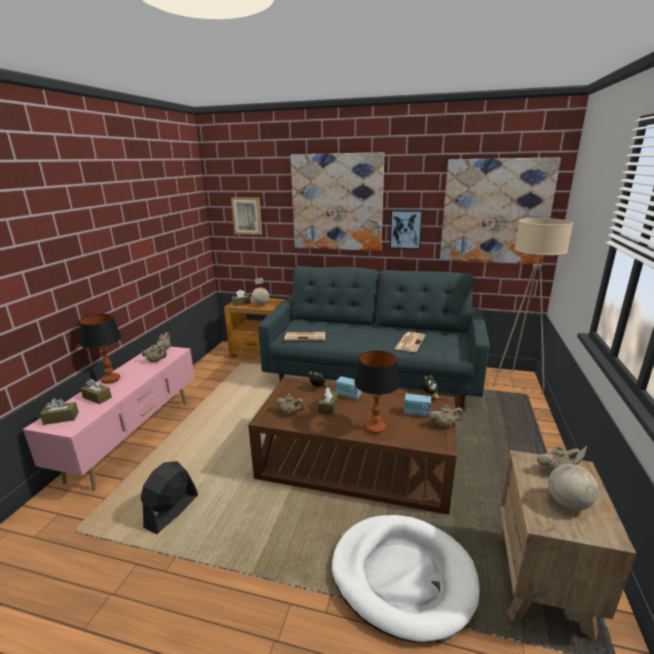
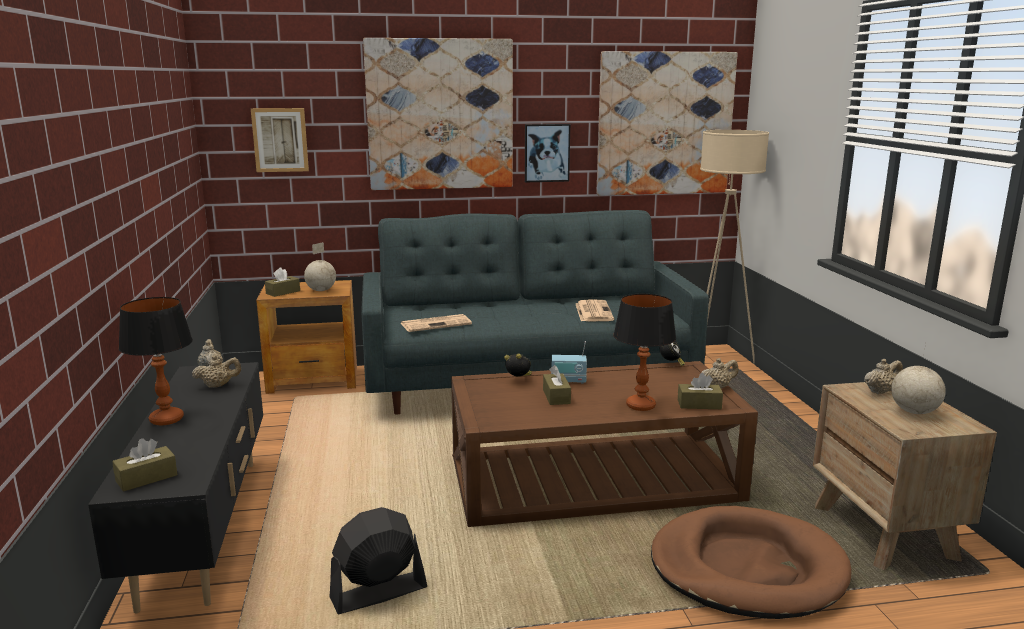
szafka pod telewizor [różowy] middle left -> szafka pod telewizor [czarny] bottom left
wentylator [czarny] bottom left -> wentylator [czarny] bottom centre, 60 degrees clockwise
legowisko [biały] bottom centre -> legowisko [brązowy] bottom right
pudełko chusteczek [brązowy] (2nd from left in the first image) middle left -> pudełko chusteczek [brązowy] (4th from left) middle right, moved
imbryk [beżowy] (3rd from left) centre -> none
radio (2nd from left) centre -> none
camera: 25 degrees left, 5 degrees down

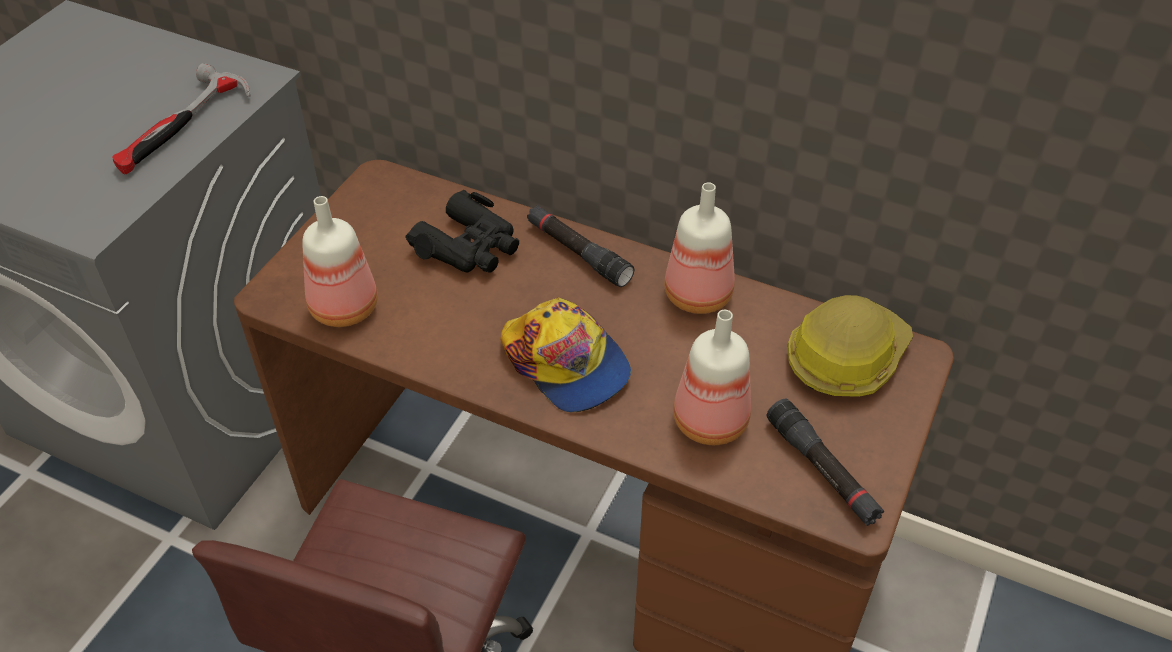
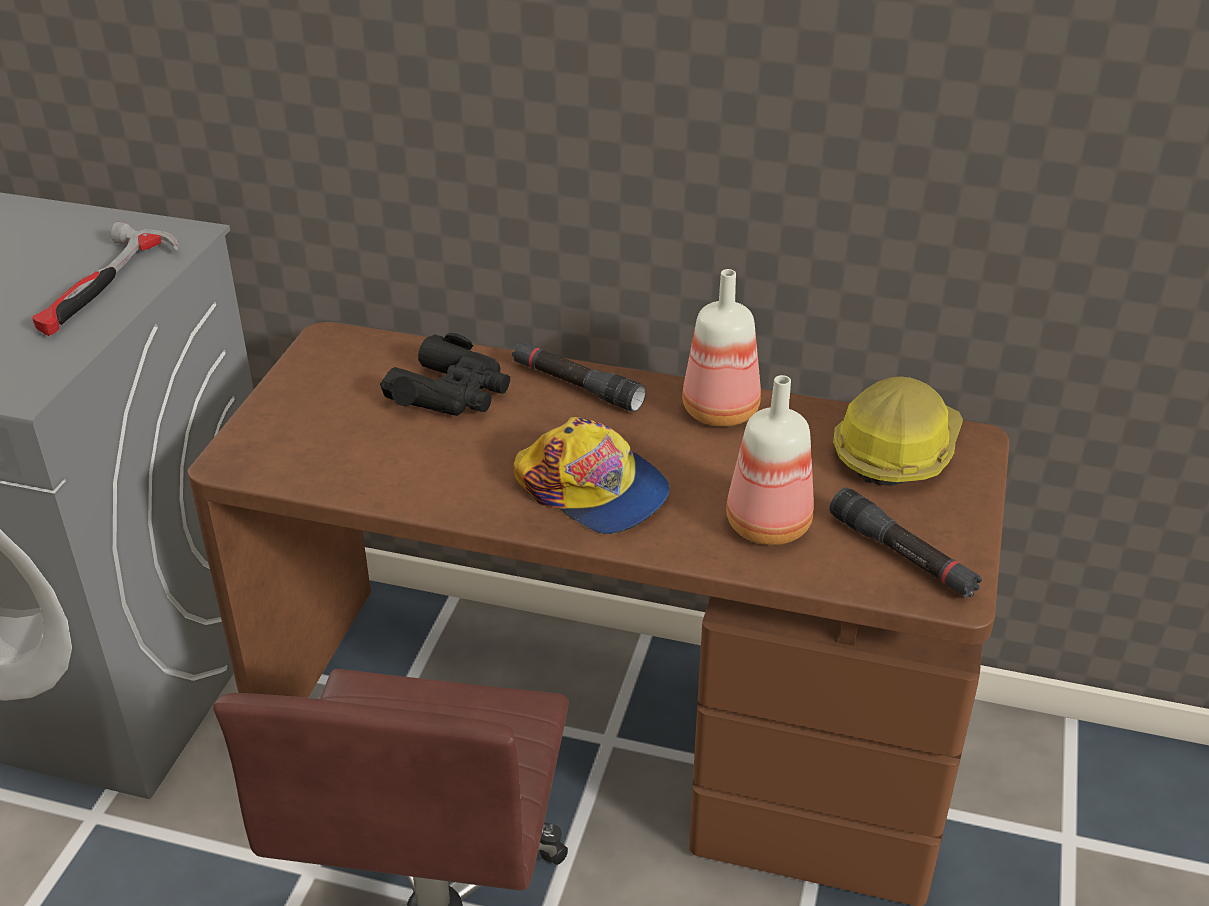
butelka (1st from left) middle left -> none
camera: 10 degrees left, 10 degrees down

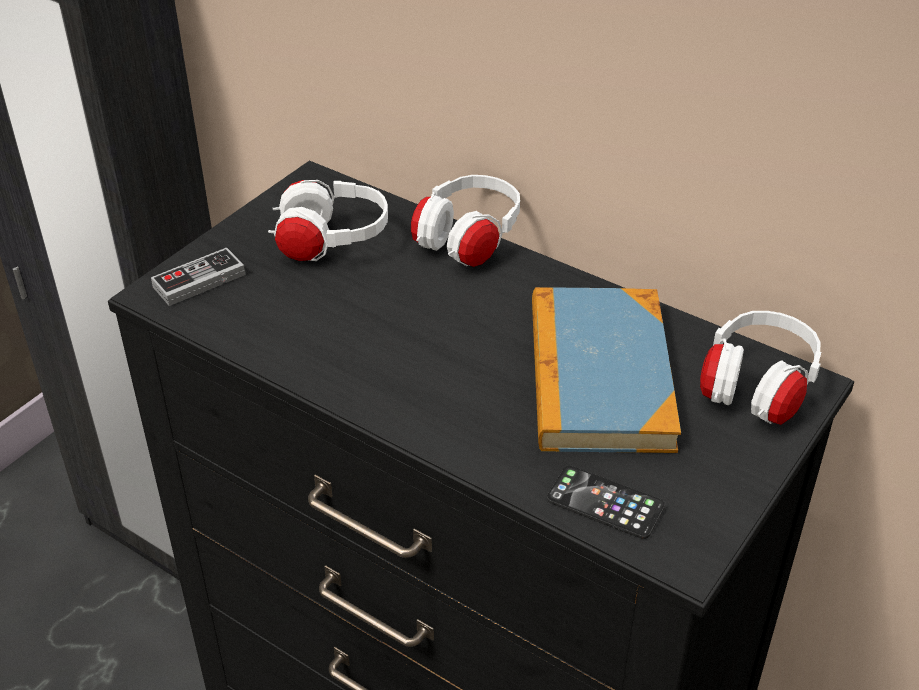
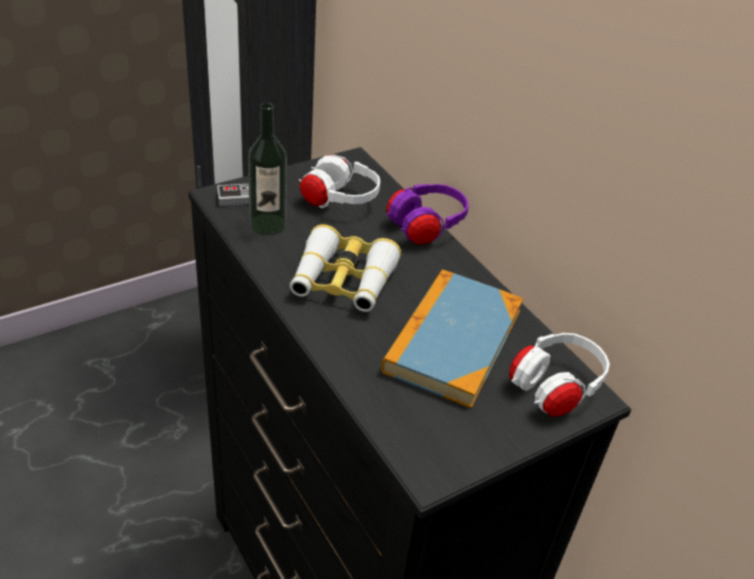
none -> butelka top centre
none -> lornetka centre
słuchawki [biały] (2nd from left) top centre -> słuchawki [fioletowy] centre
telefon bottom centre -> none
camera: 20 degrees right, 0 degrees up

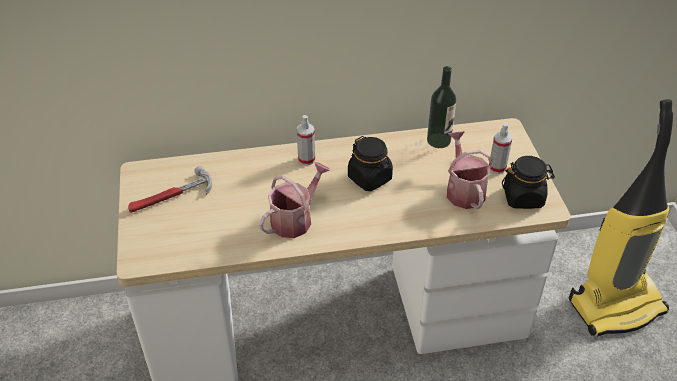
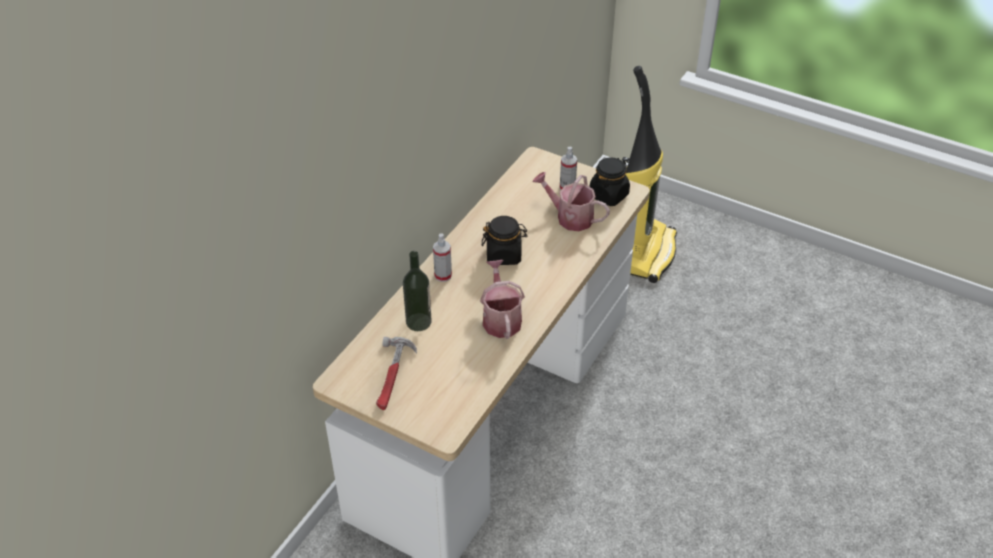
butelka top centre -> butelka centre, moved
camera: 50 degrees left, 0 degrees up

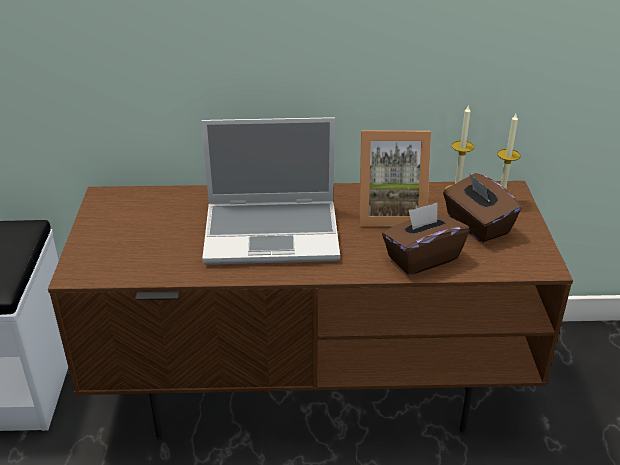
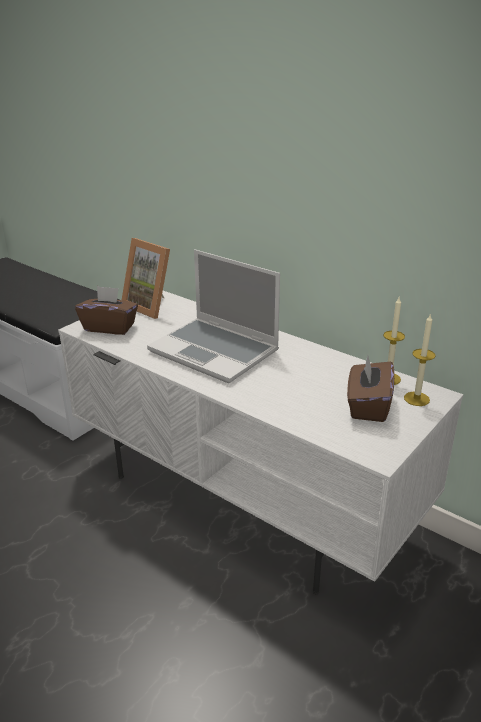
szafka pod telewizor [brązowy] bottom centre -> szafka pod telewizor [biały] centre
pudełko chusteczek [brązowy] (1st from left) middle right -> pudełko chusteczek [brązowy] (1st from left) middle left, moved
ramka na zdjęcie centre -> ramka na zdjęcie middle left, moved
camera: 40 degrees right, 5 degrees down

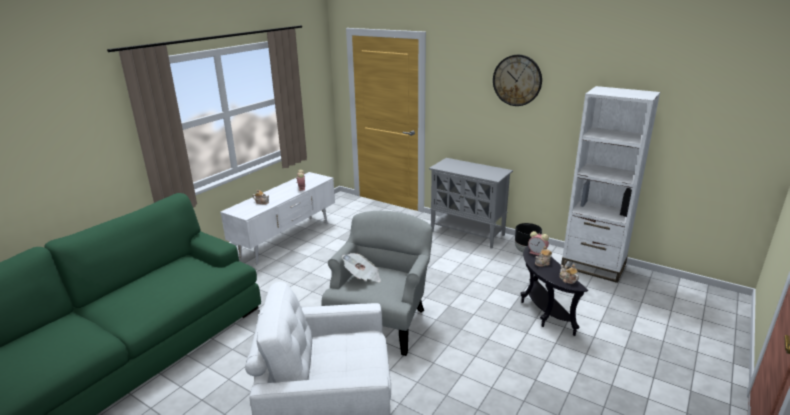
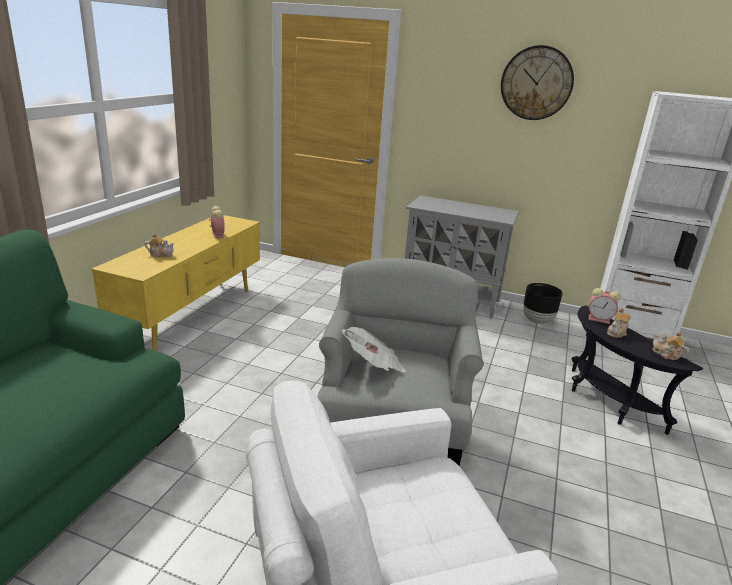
szafka pod telewizor [biały] centre -> szafka pod telewizor [żółty] middle left
camera: 15 degrees left, 0 degrees up

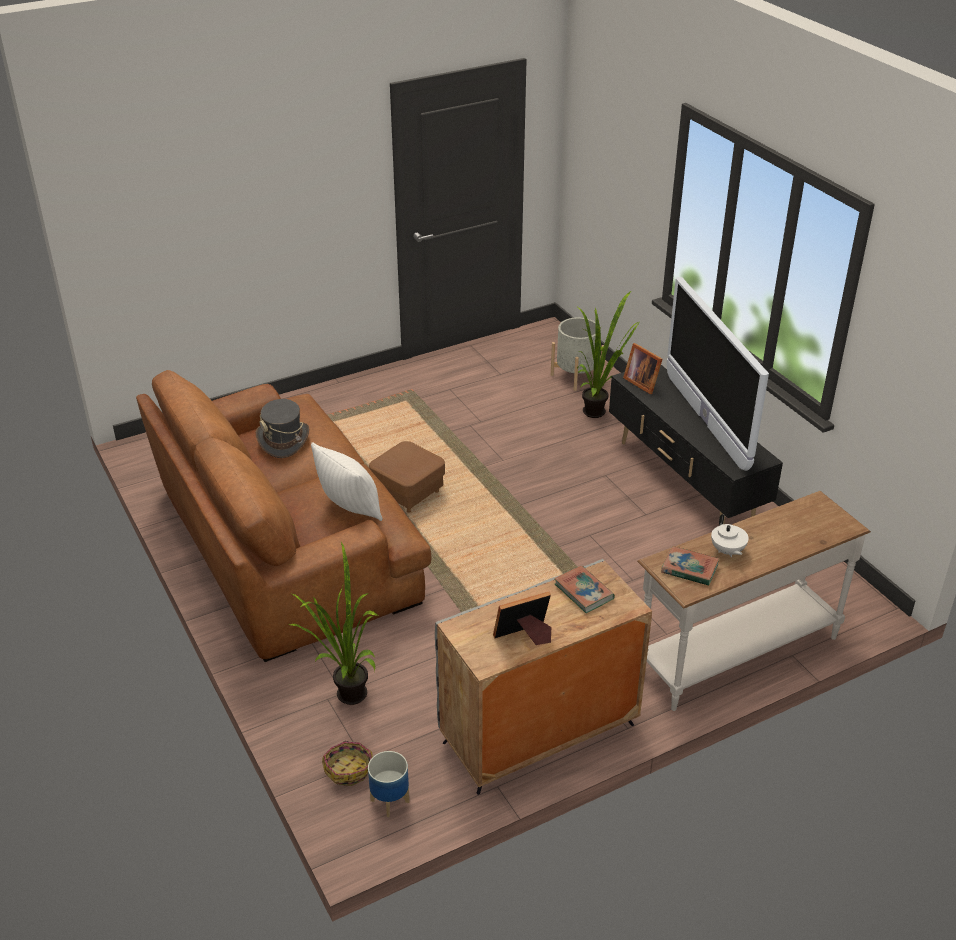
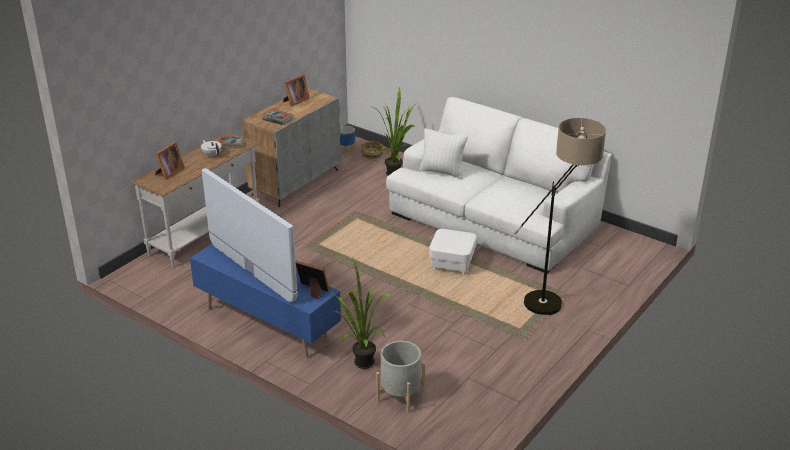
none -> ramka na zdjęcie (1st from left) middle left
szafka pod telewizor [czarny] middle right -> szafka pod telewizor [niebieski] bottom centre
kanapa [brązowy] middle left -> kanapa [biały] centre
pufa [brązowy] centre -> pufa [biały] centre
none -> lampa stojąca middle right
kapelusz [szary] middle left -> none
camera: 155 degrees right, 5 degrees down

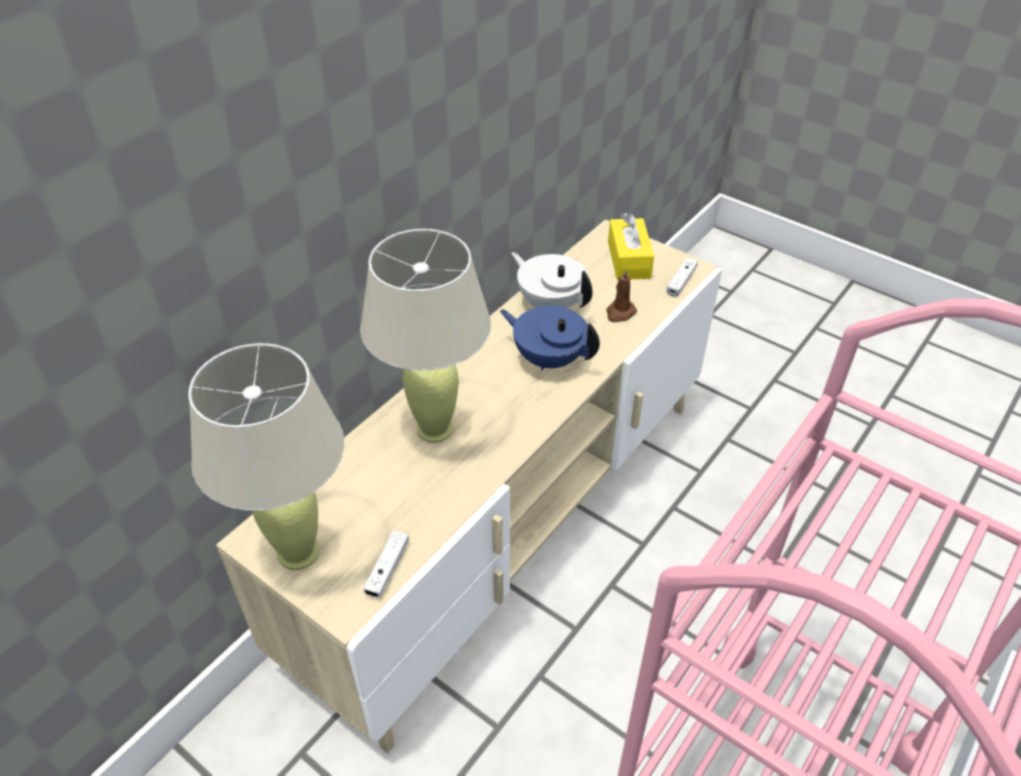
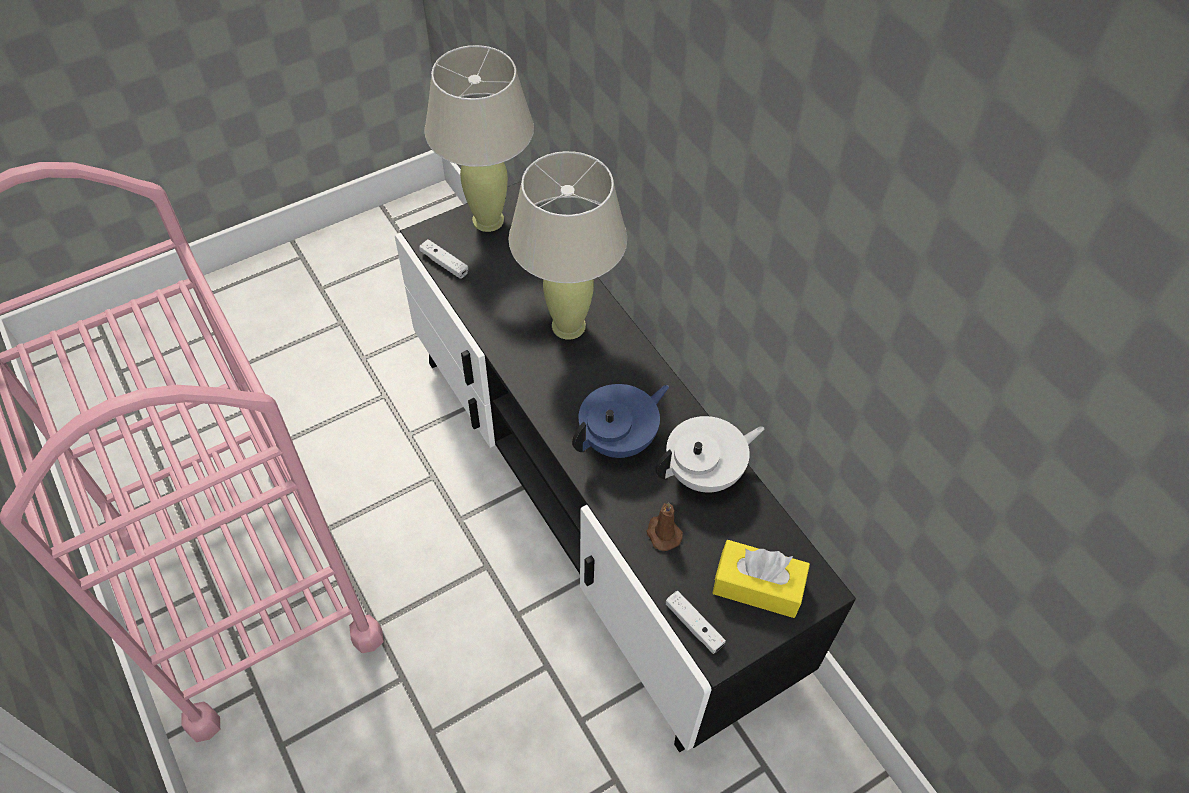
szafka pod telewizor [beżowy] centre -> szafka pod telewizor [czarny] centre
camera: 110 degrees right, 10 degrees up

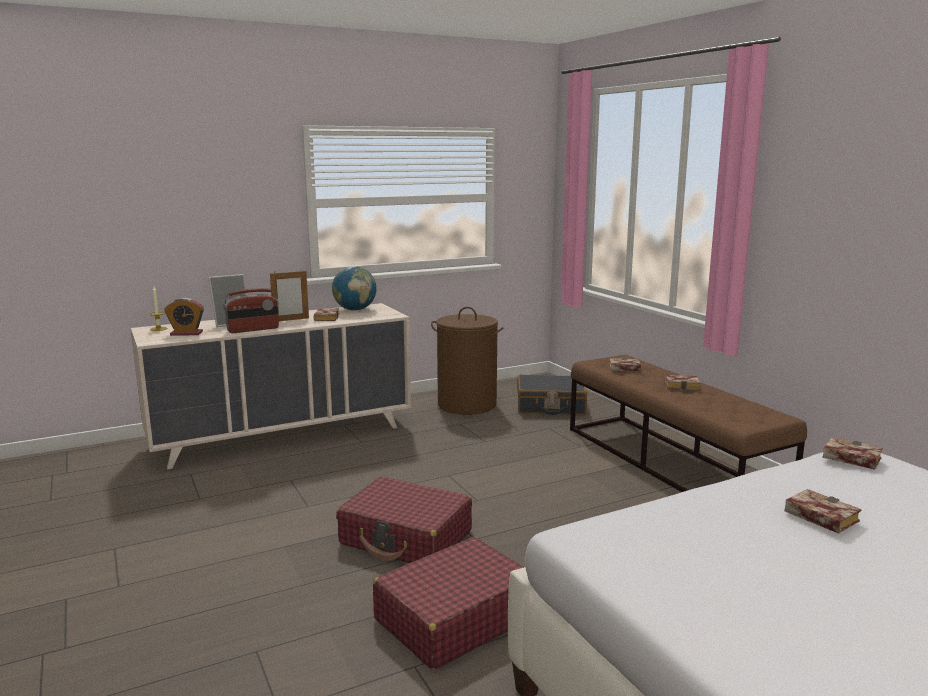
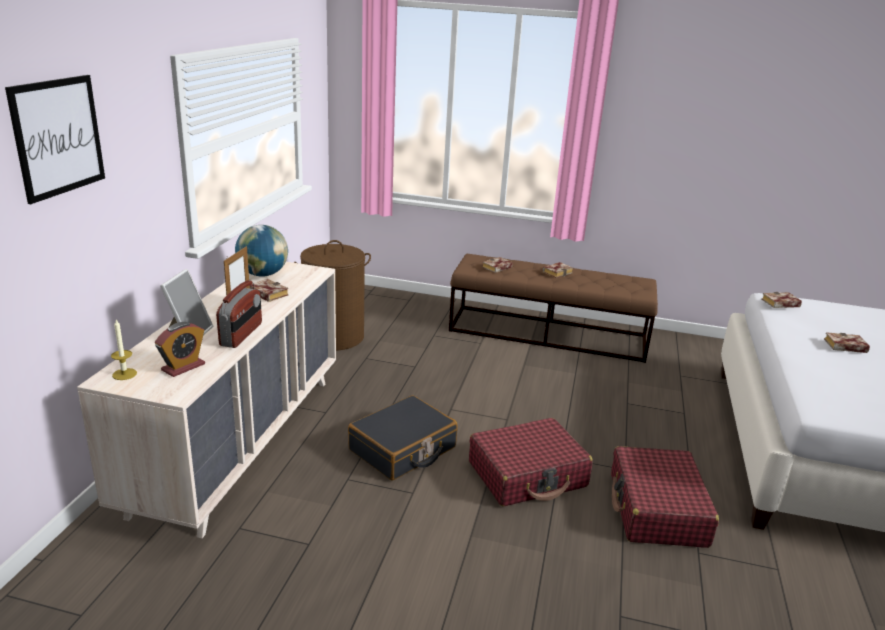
none -> obraz top left
walizka [czarny] centre -> walizka [czarny] bottom centre, moved
camera: 50 degrees left, 10 degrees up

